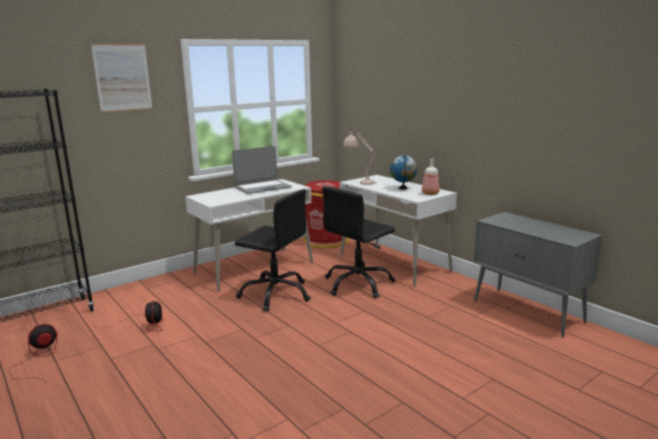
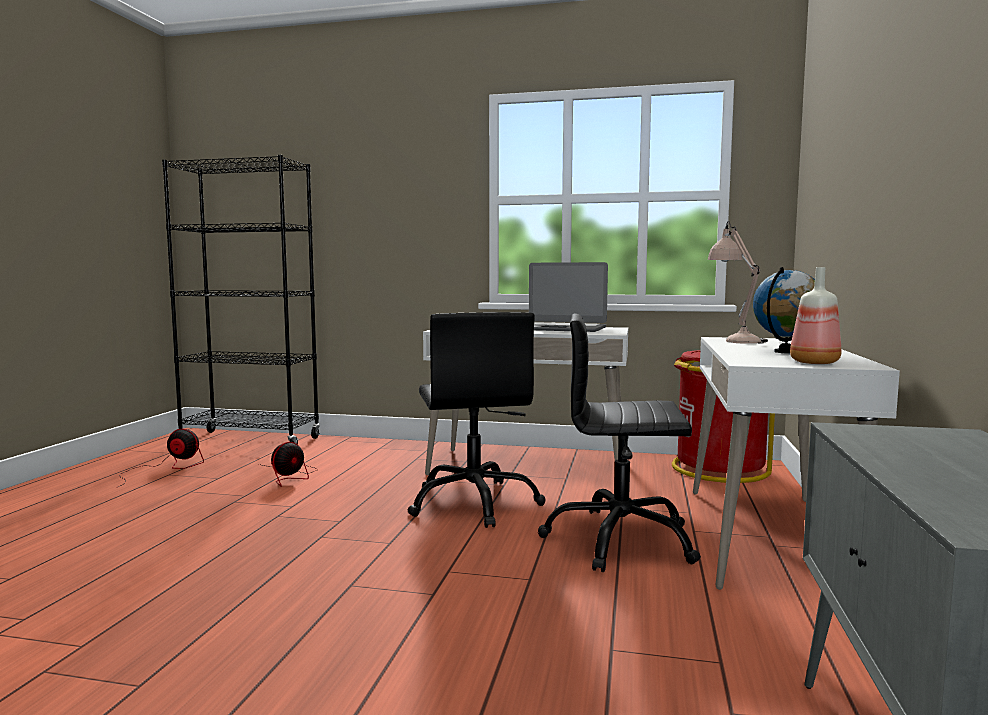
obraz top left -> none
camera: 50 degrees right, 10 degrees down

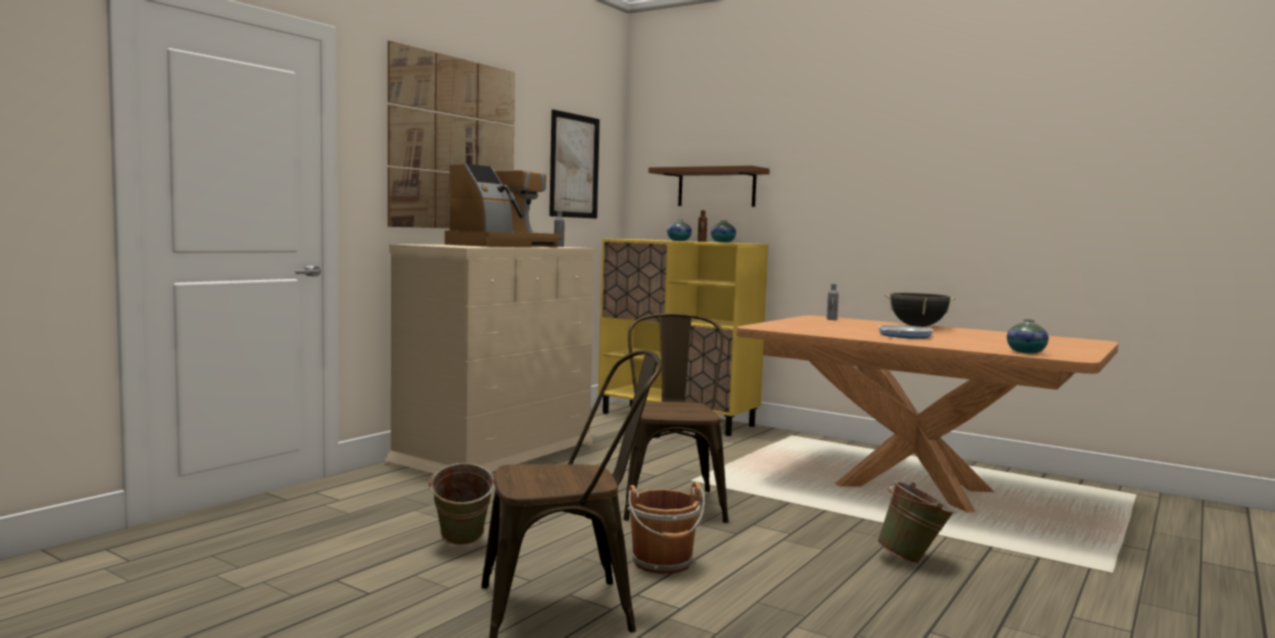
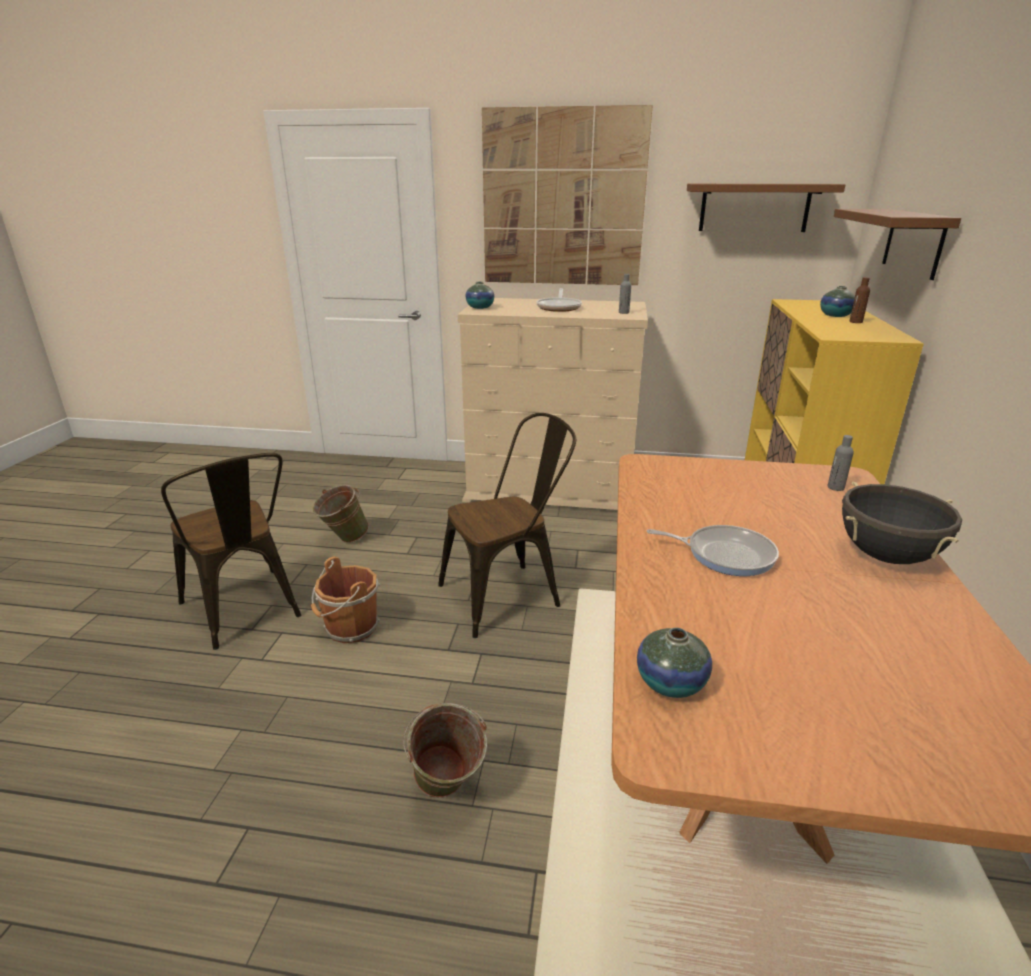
wazon (2nd from left in the first image) centre -> wazon (1st from left) top centre, moved
ekspres do kawy top centre -> patelnia (1st from left) top centre
obraz (2nd from left) top centre -> półka [brązowy] (1st from left) top right
camera: 65 degrees right, 20 degrees up

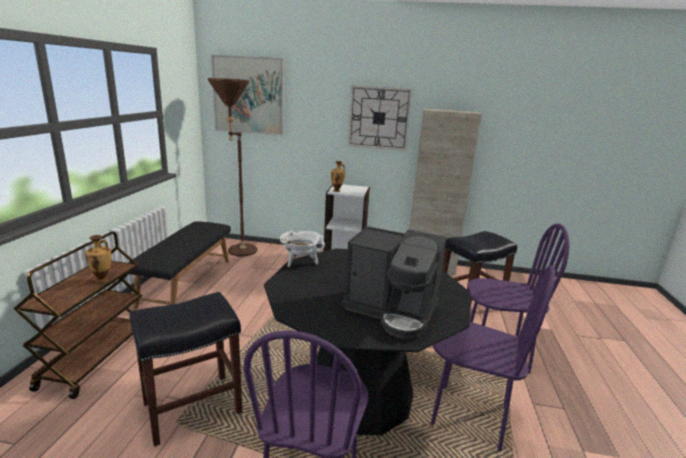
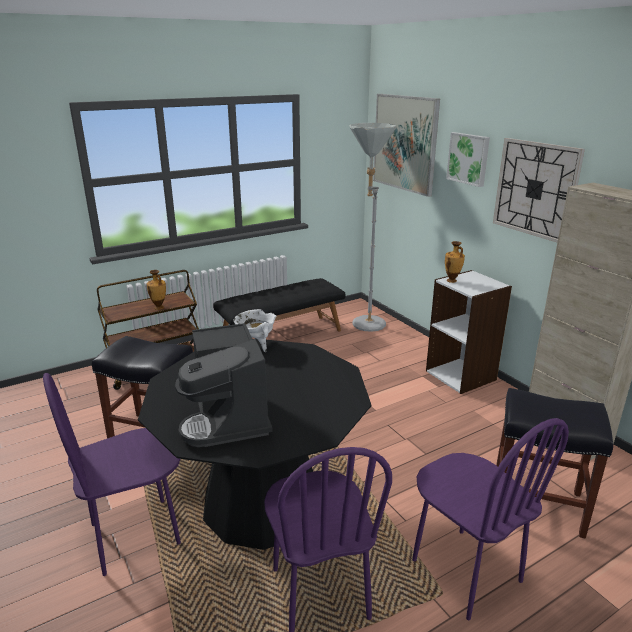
lampa stojąca [brązowy] centre -> lampa stojąca [szary] centre
none -> obraz (2nd from left) top right
camera: 50 degrees right, 5 degrees up

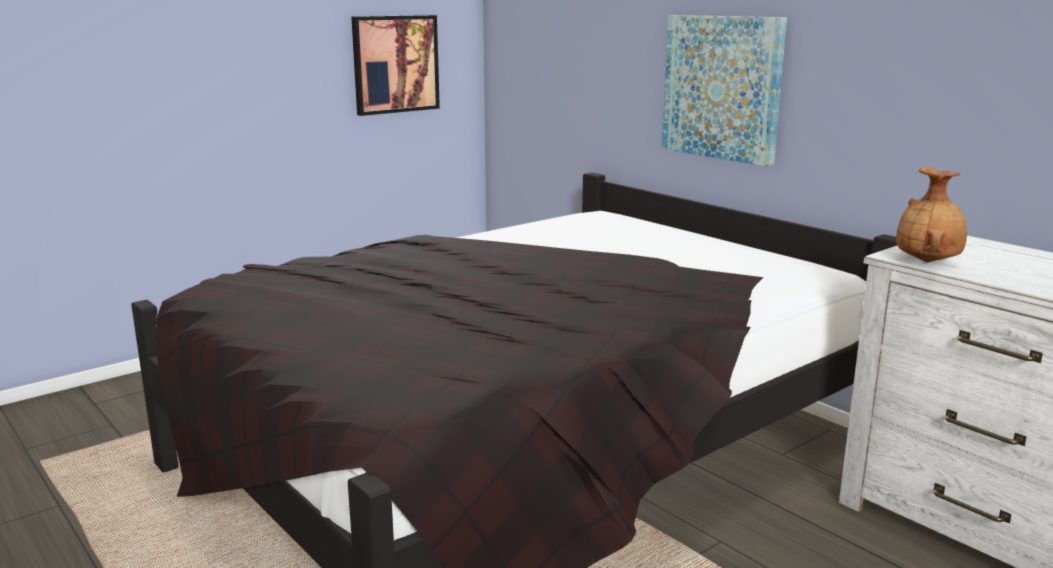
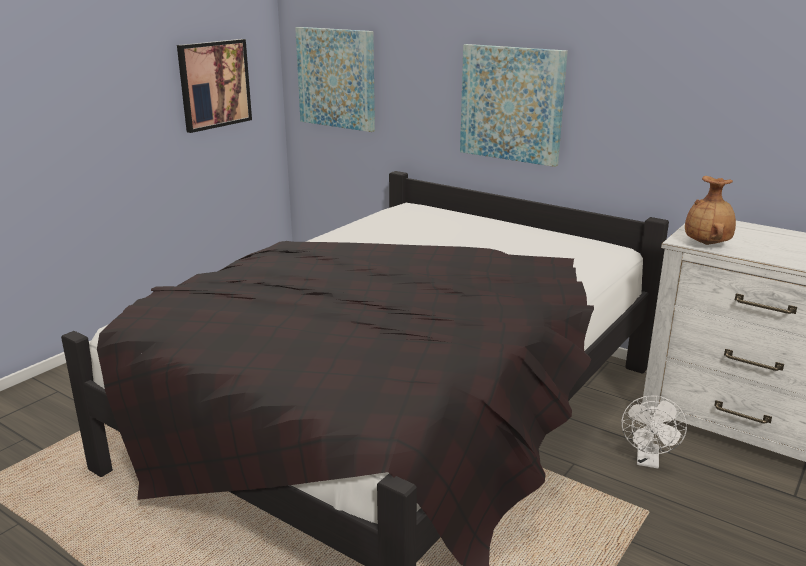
none -> obraz (2nd from left) top centre
none -> wentylator [biały] bottom right
camera: 15 degrees left, 5 degrees up

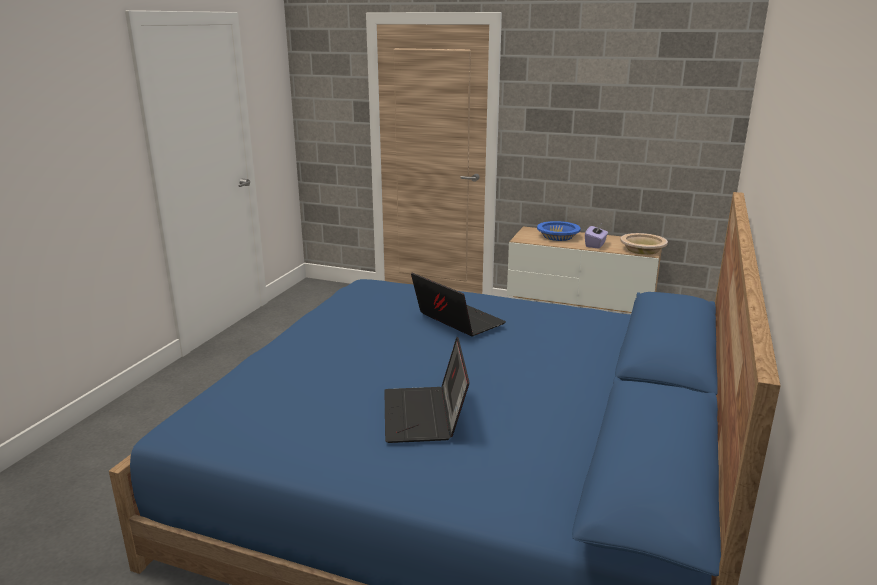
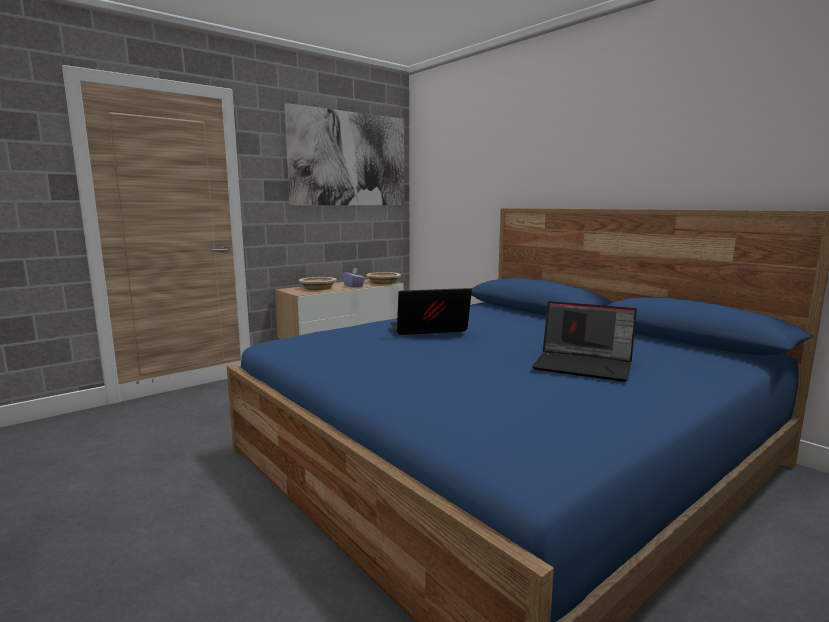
none -> obraz top centre
miska [niebieski] centre -> miska [beżowy] (1st from left) centre
camera: 60 degrees left, 10 degrees down

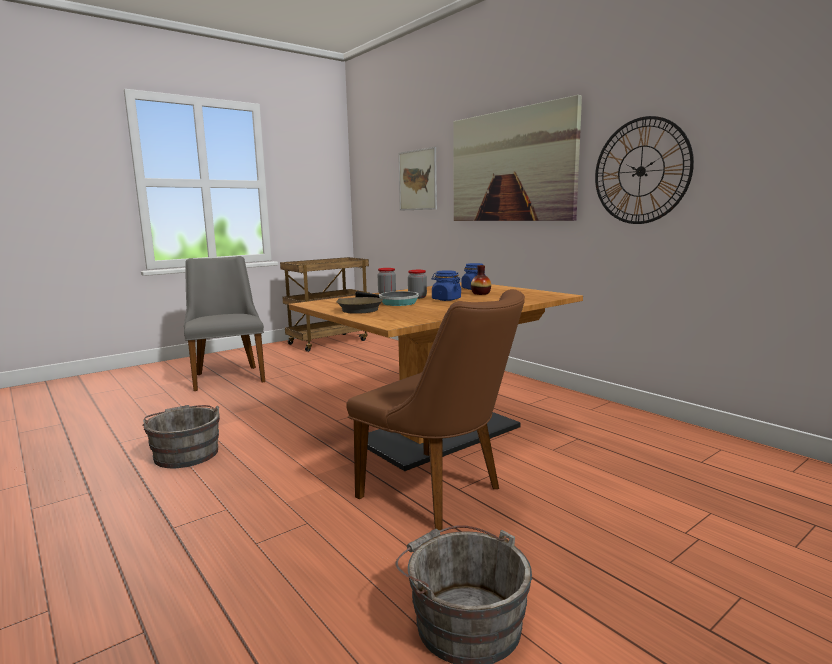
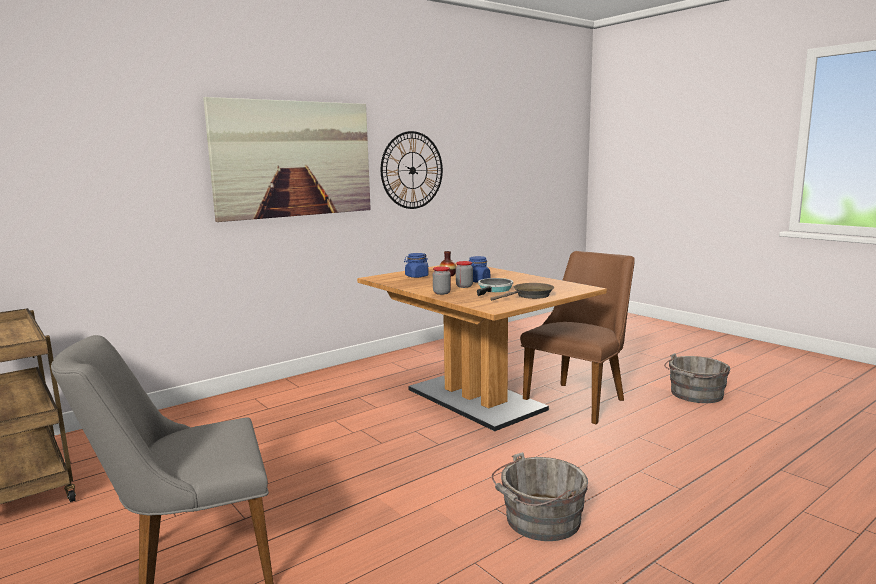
obraz (1st from left) top centre -> none
camera: 90 degrees left, 0 degrees up

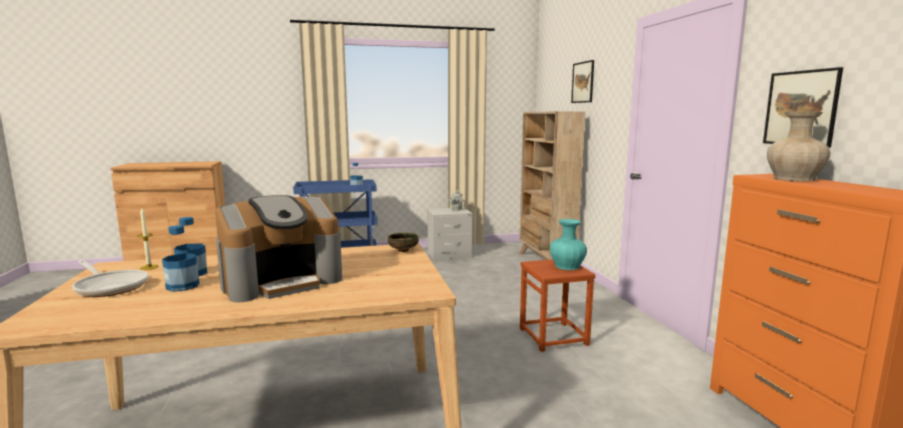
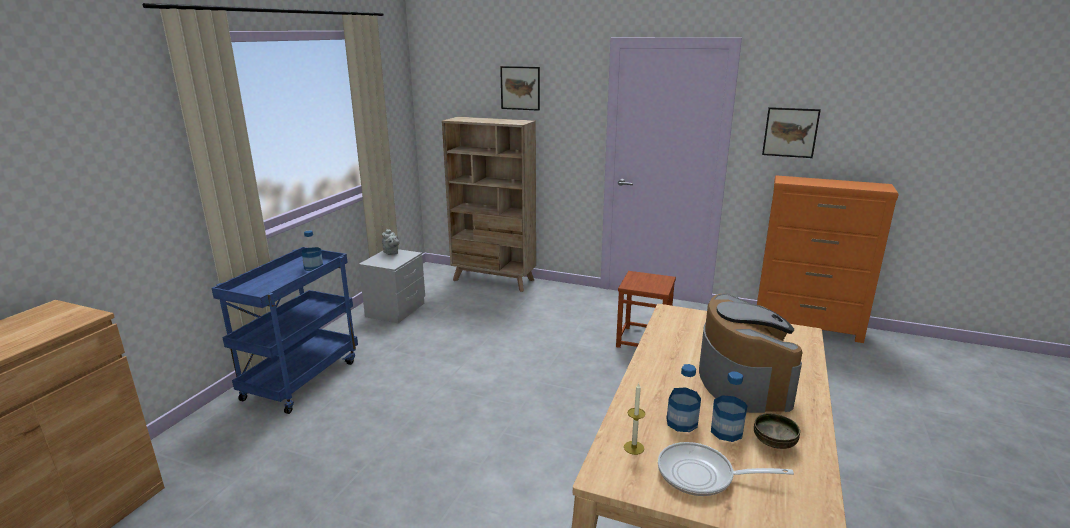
patelnia middle left -> patelnia bottom right, 150 degrees counterclockwise
miska centre -> miska bottom right, moved
wazon [turkusowy] centre -> none
wazon [beżowy] middle right -> none
camera: 55 degrees left, 10 degrees up

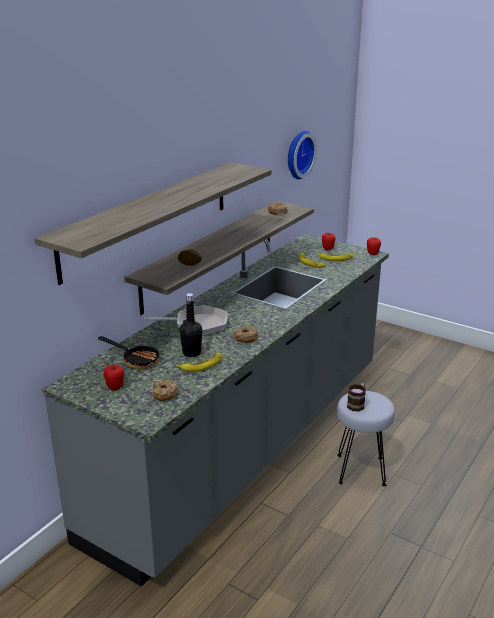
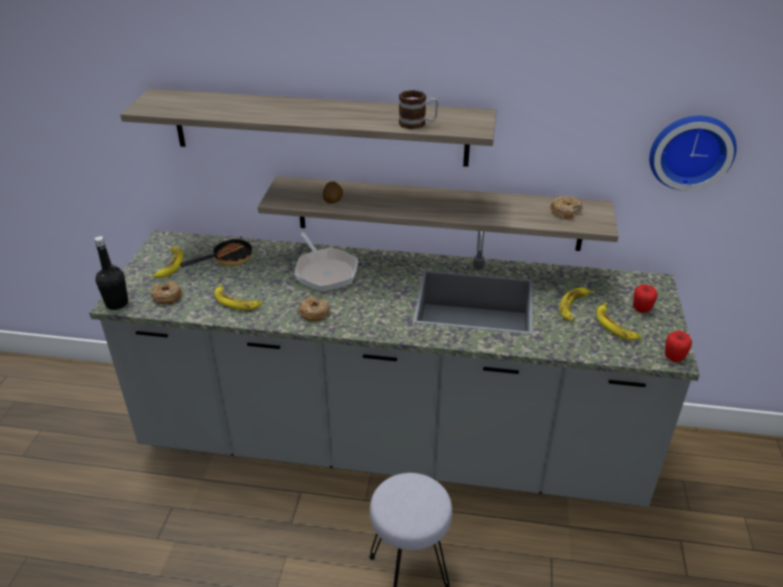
butelka [czarny] centre -> butelka [czarny] middle left, moved
jabłko (1st from left) middle left -> banan (1st from left) middle left
patelnia (1st from left) middle left, 135 degrees counterclockwise
kubek middle right -> kubek top centre, moved
camera: 65 degrees right, 10 degrees up

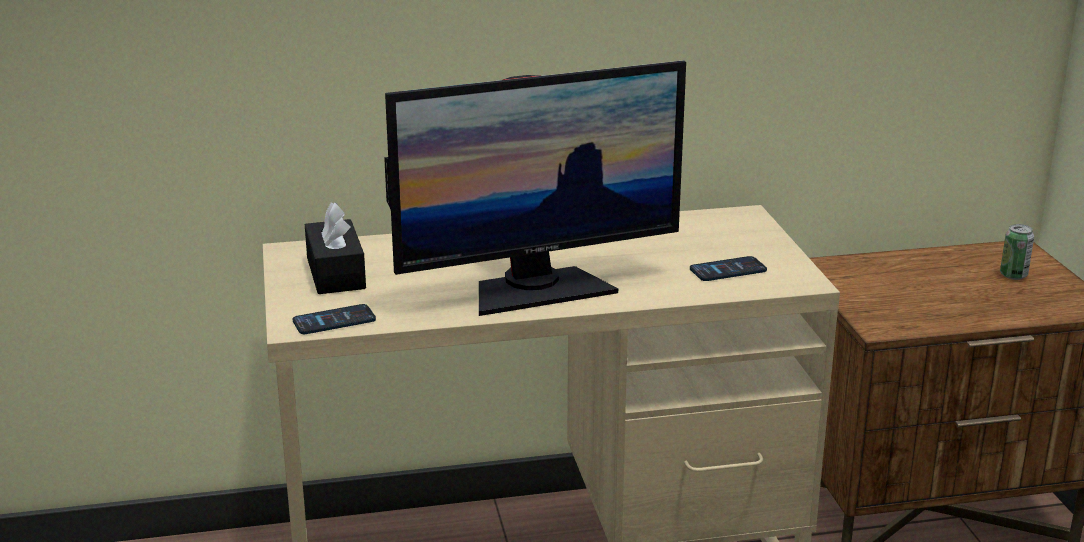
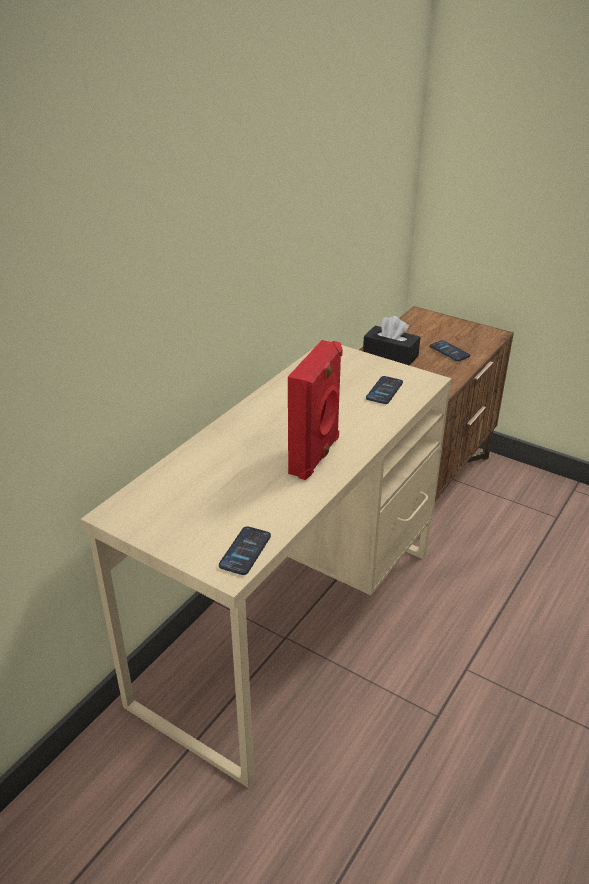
monitor centre -> głośnik [czerwony] centre
pudełko chusteczek [czarny] middle left -> pudełko chusteczek [czarny] centre, moved
none -> telefon (3rd from left) middle right
puszka middle right -> none
camera: 45 degrees left, 10 degrees up

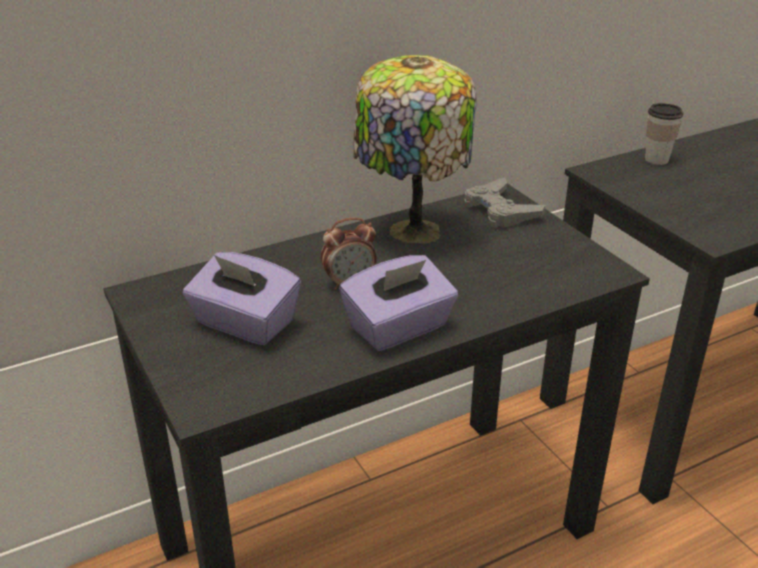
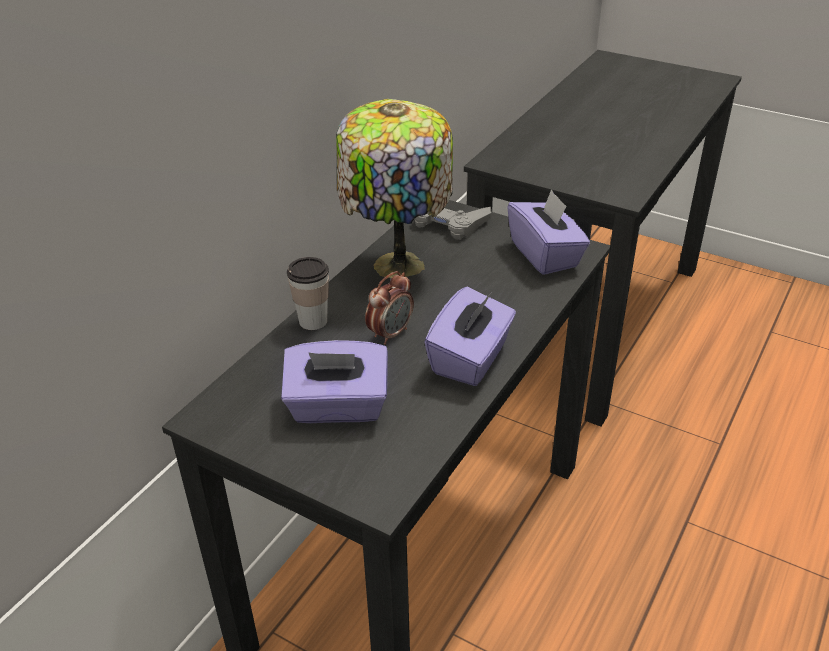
filiżanka top right -> filiżanka centre, moved
none -> pudełko chusteczek [fioletowy] (3rd from left) centre
camera: 30 degrees left, 5 degrees up

